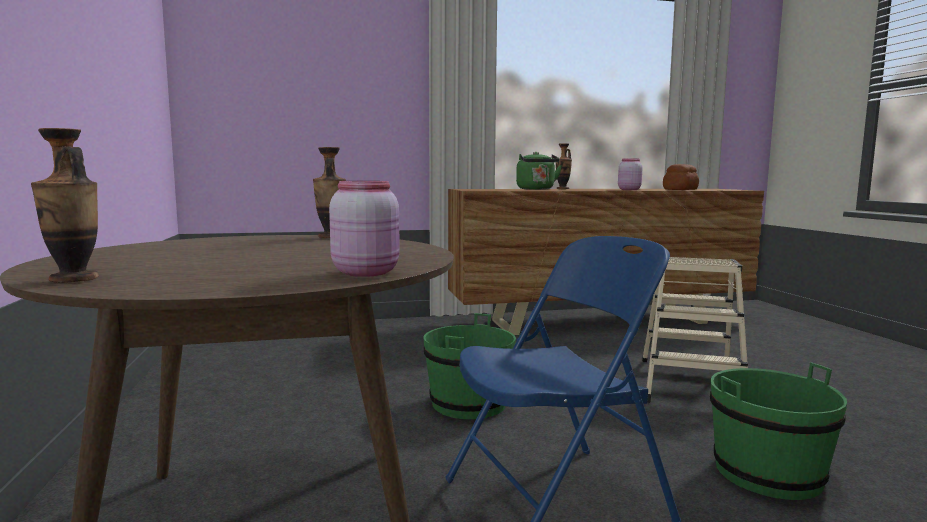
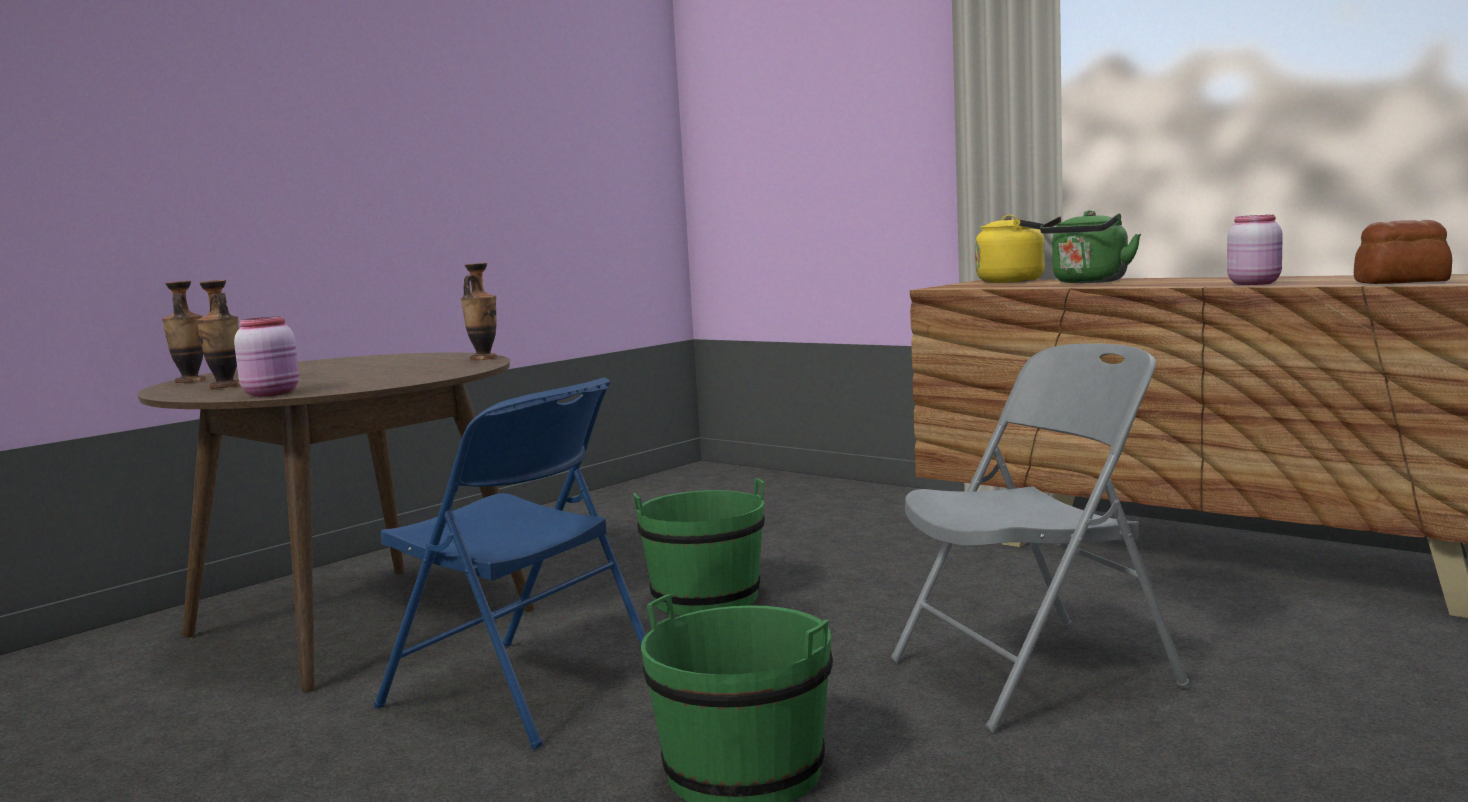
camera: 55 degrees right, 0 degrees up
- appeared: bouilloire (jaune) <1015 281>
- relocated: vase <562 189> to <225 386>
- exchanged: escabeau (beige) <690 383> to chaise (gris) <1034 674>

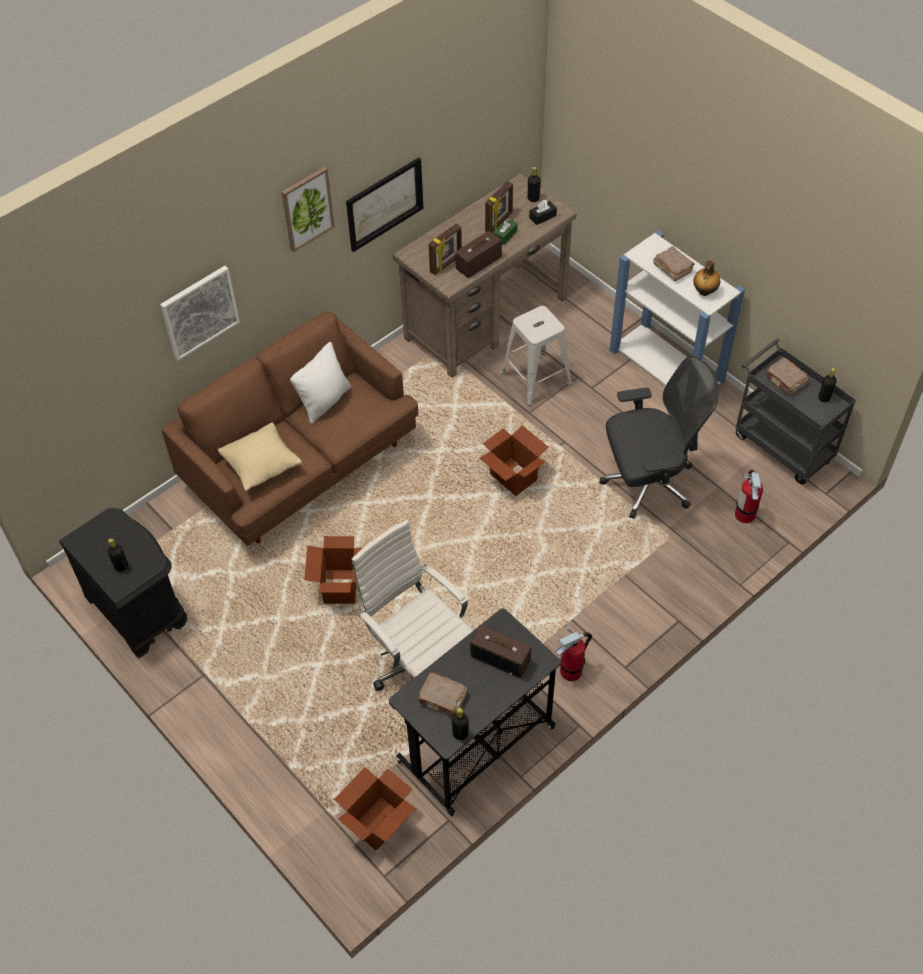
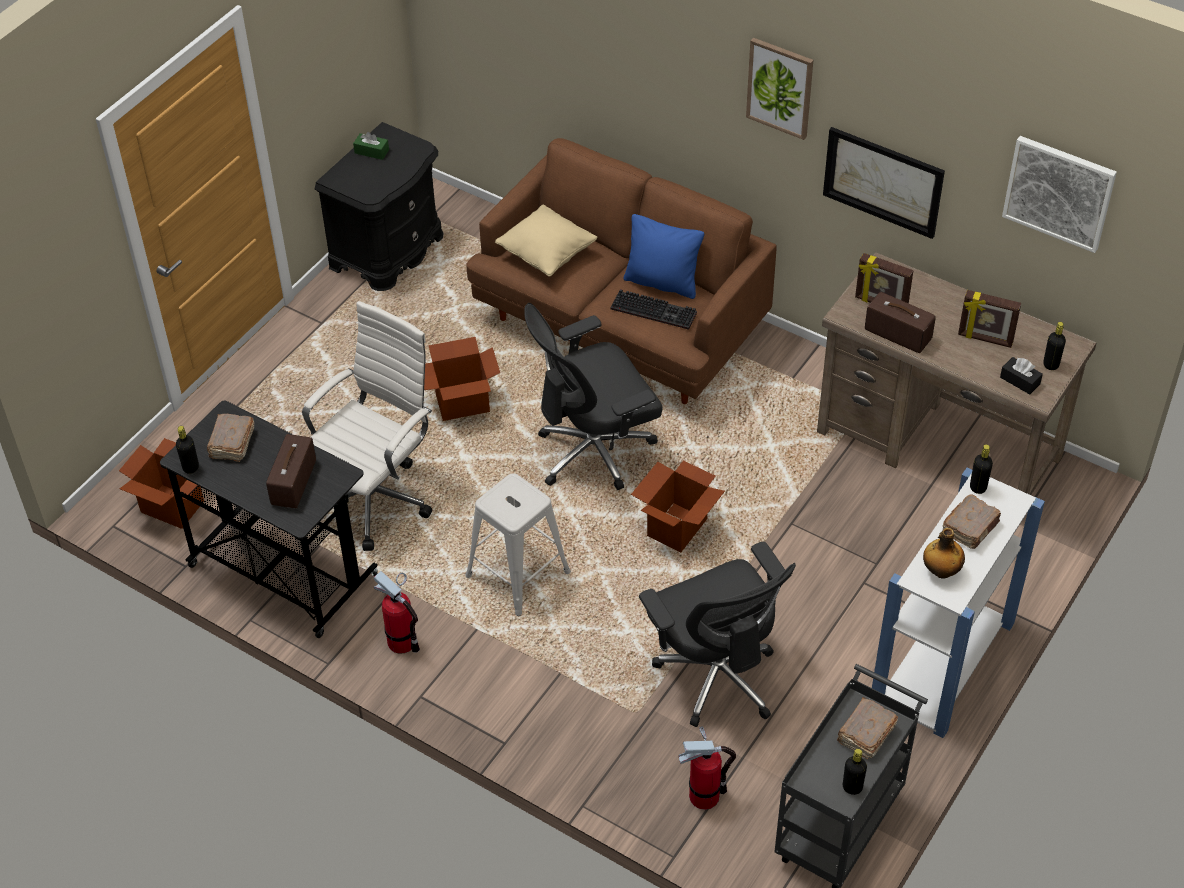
camera: 75 degrees right, 5 degrees down
- appeared: chaise de bureau <595 451>
- appeared: clavier <655 310>
- relocated: bouteille (noir) <121 566> to <978 487>
- relocated: tableau <199 312> to <1059 192>
- relocated: boîte à mouchoirs (vert) <505 235> to <371 151>
- relocated: tabouret (blanc) <536 378> to <517 574>
- colour: coussin (blanc) <324 401> to coussin (bleu) <662 282>

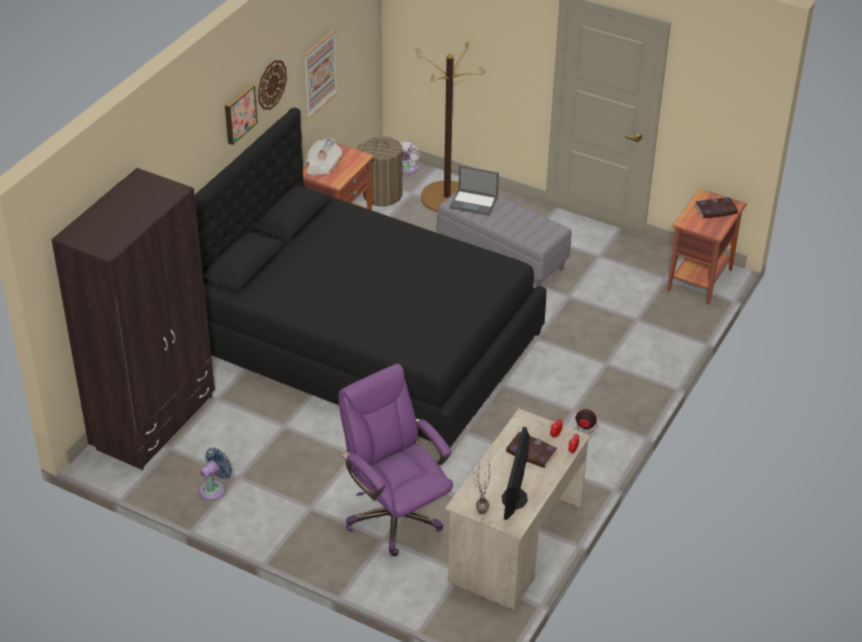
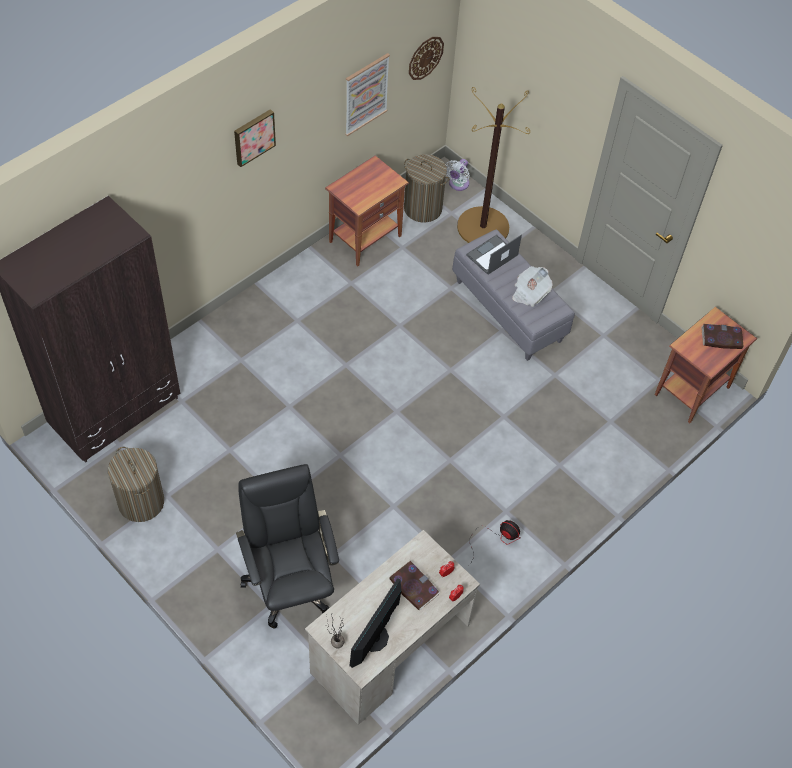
camera: 15 degrees right, 15 degrees up
- missing: lit (noir) <366 343>
- relocated: horloge murale <271 84> to <425 57>
- relocated: journal <322 166> to <529 293>
- exchanged: ventilateur (bleu) <214 488> to panier à linge <141 502>
- colour: chaise de bureau (violet) <396 519> to chaise de bureau (noir) <290 587>
- spun: ordinateur portable <474 202> = <491 255> 105 degrees clockwise

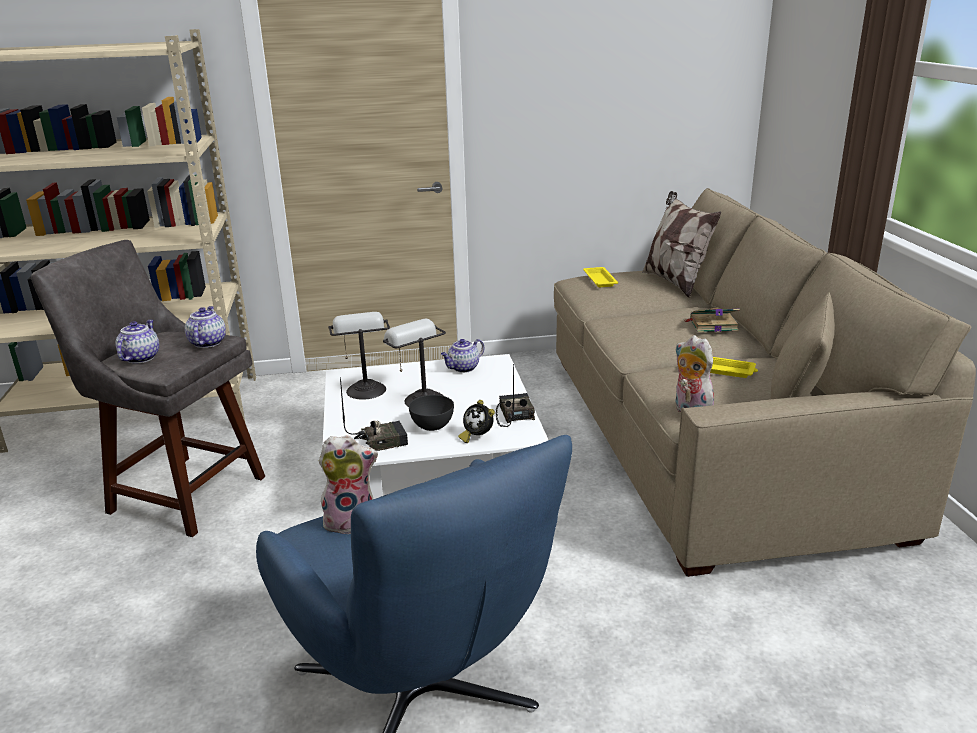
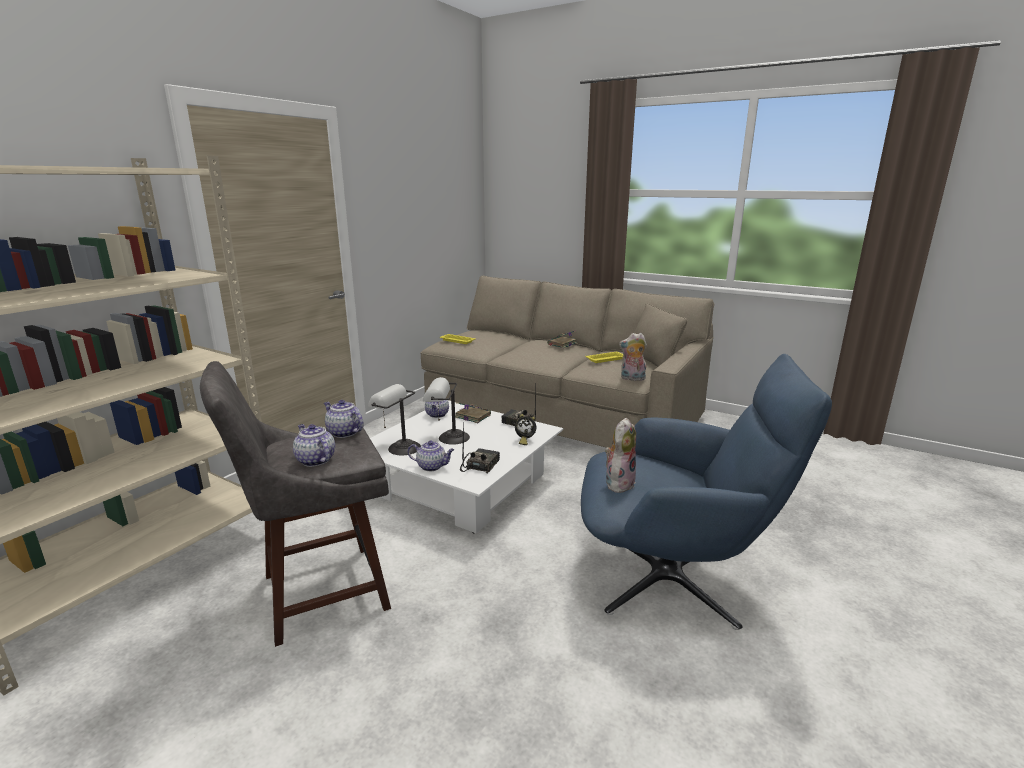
camera: 50 degrees left, 5 degrees down
- missing: bol (gris) <432 426>
- missing: coussin <675 282>
- appeared: théière <432 466>
- appeared: livre <472 416>

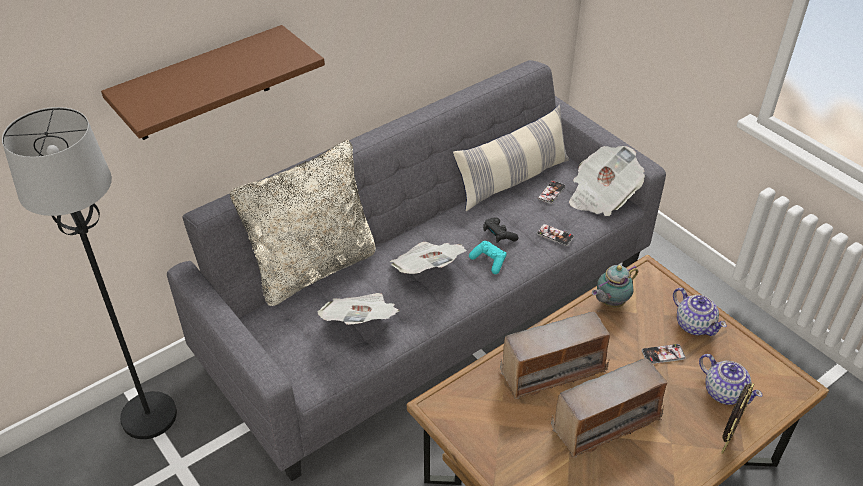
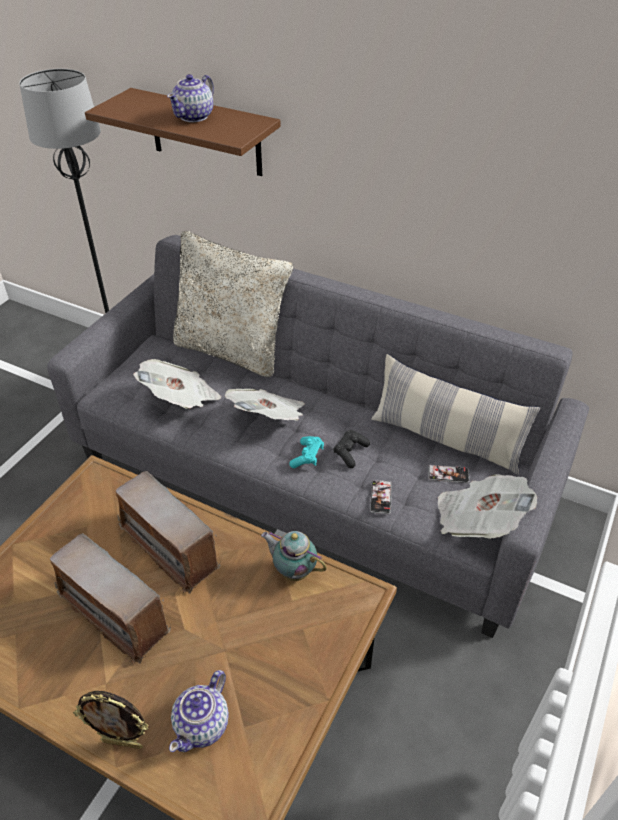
camera: 65 degrees right, 0 degrees up
- missing: téléphone <663 354>
- relocated: théière <694 324> to <194 116>

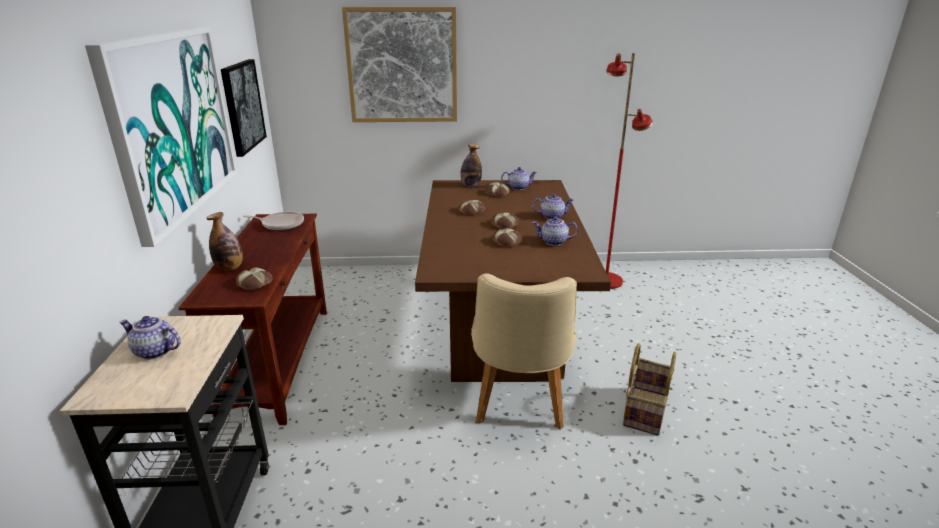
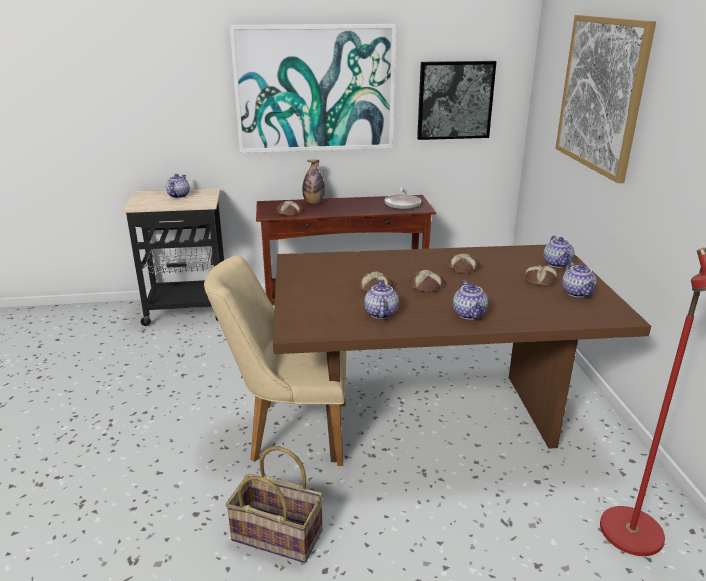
camera: 85 degrees right, 0 degrees up
- exchanged: bouteille <470 186> to théière <558 264>

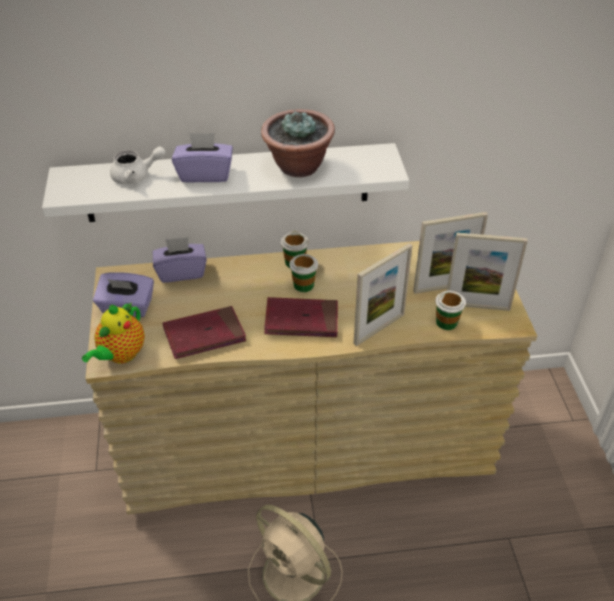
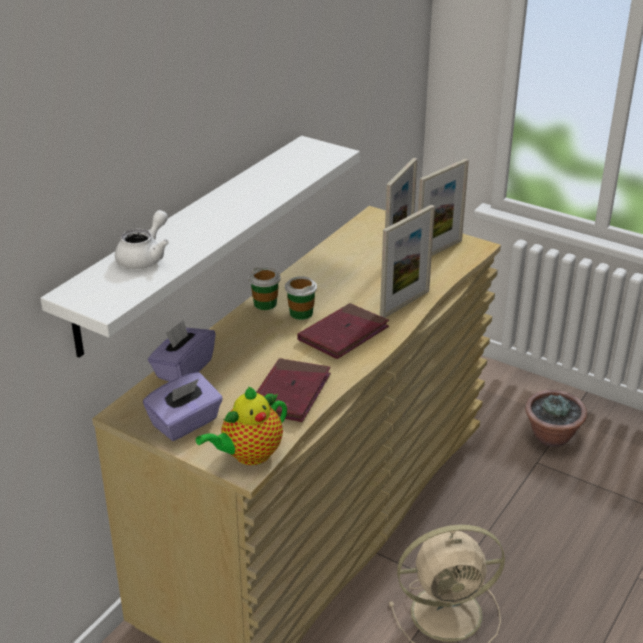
camera: 50 degrees left, 10 degrees down
- missing: boîte à mouchoirs (violet) <205 174>
- missing: tasse <446 322>
- relocated: plante en pot <298 167> to <551 437>
- spun: théière <120 355> = <248 455> 75 degrees clockwise
- spun: cadre photo <379 329> = <405 304> 45 degrees clockwise

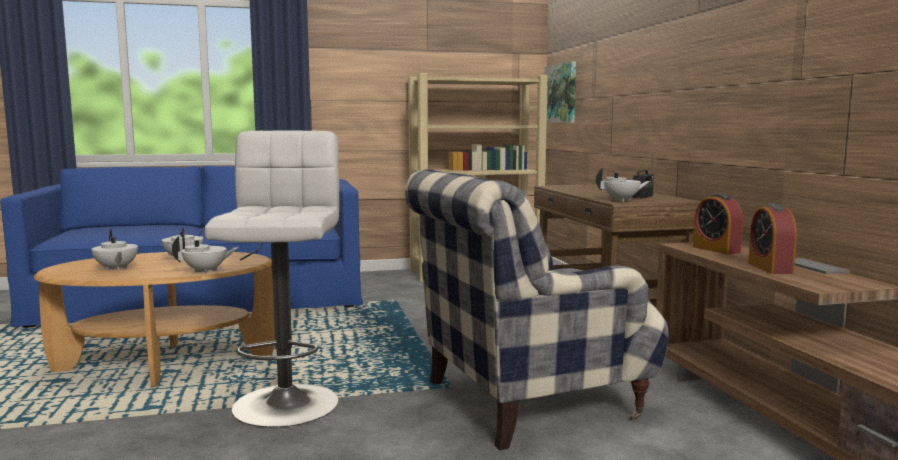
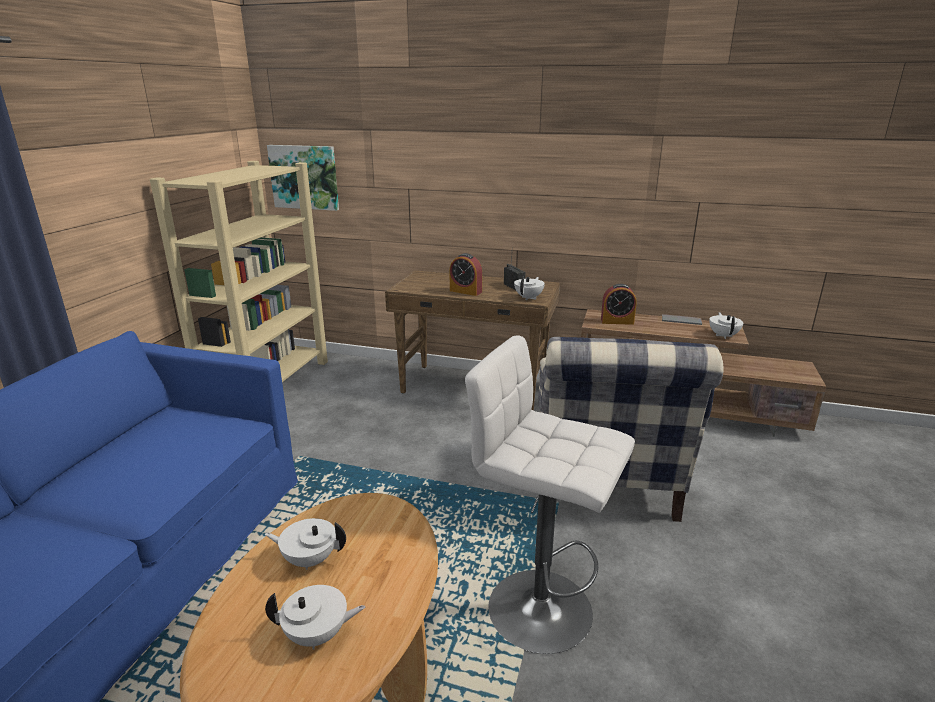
camera: 60 degrees left, 15 degrees up
- relocated: théière (blanc) <206 271> to <723 335>
- relocated: réveil <770 268> to <465 291>

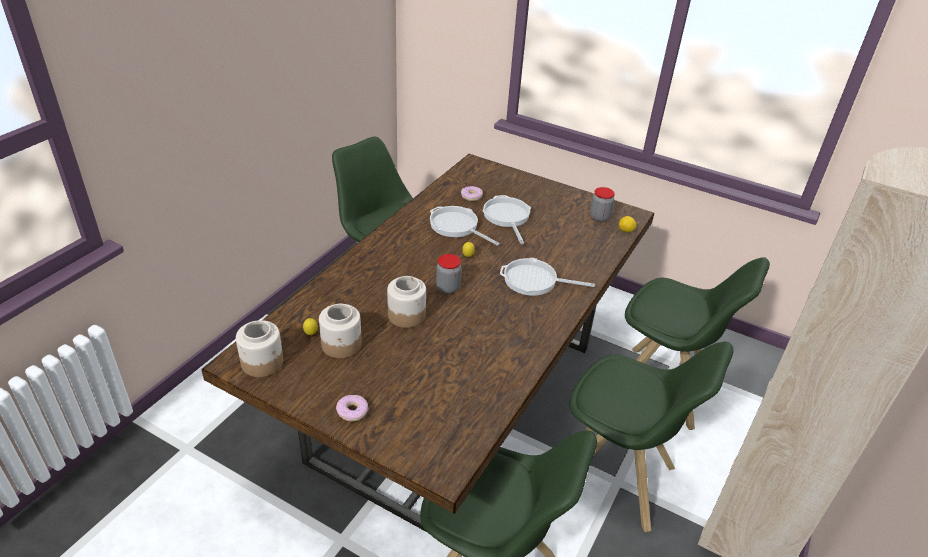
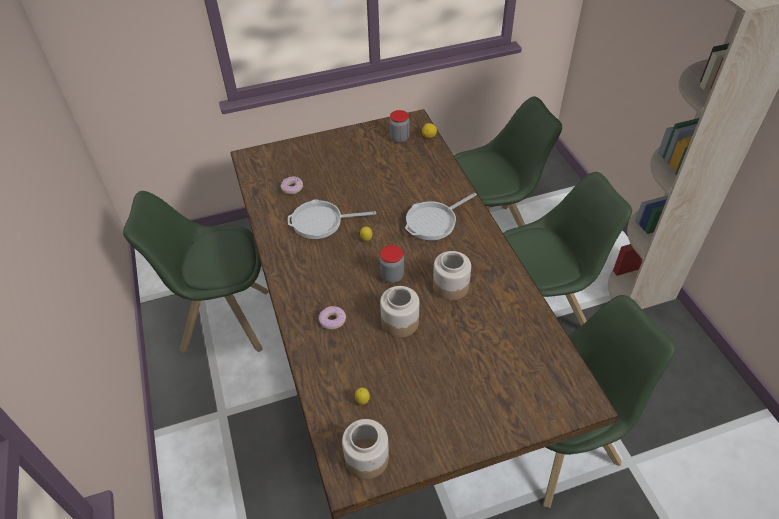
camera: 45 degrees left, 10 degrees up
- missing: poêle <507 217>
- relocated: bocal <342 345> to <451 286>
- relocated: beignet <352 411> to <332 320>

